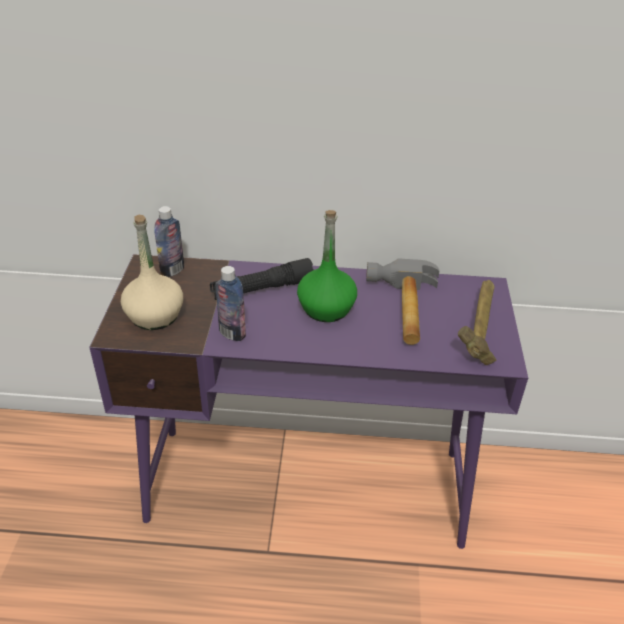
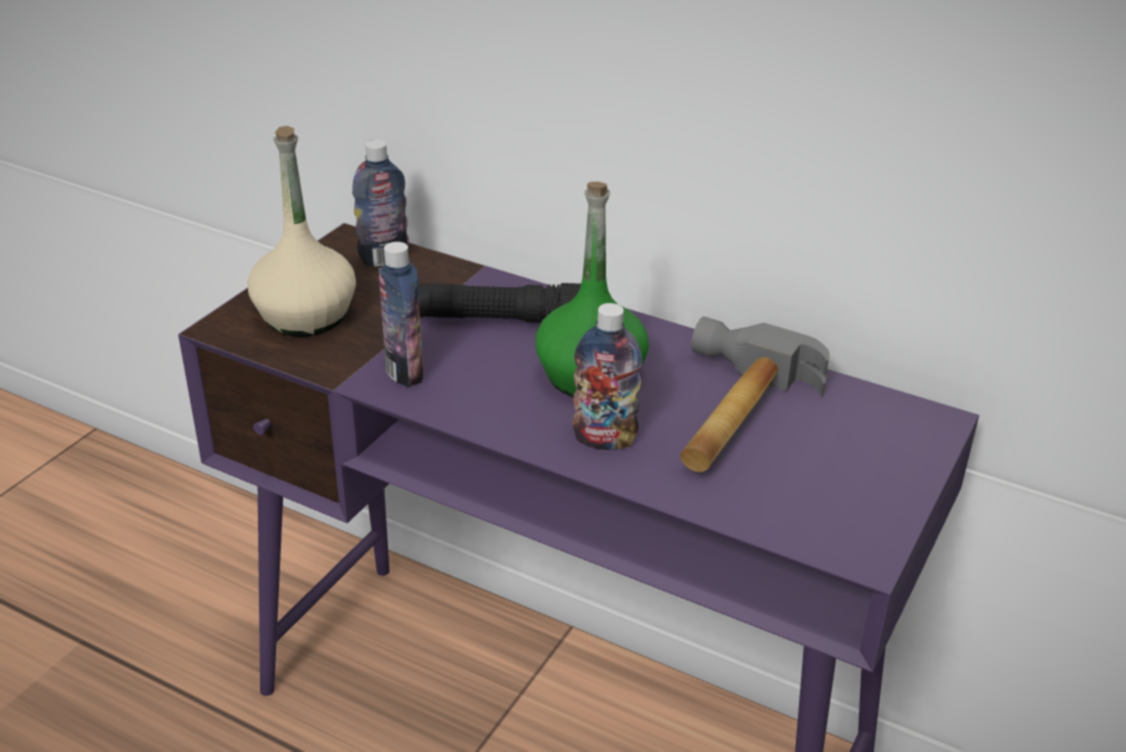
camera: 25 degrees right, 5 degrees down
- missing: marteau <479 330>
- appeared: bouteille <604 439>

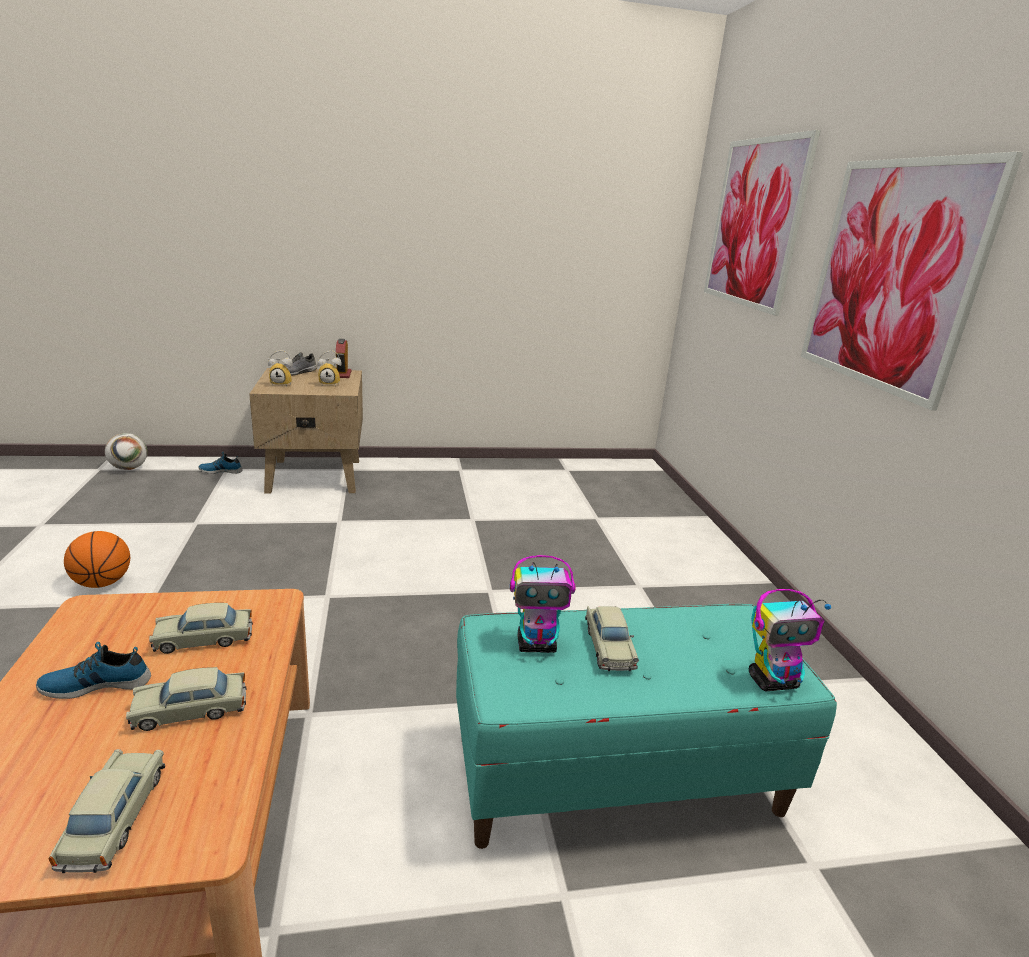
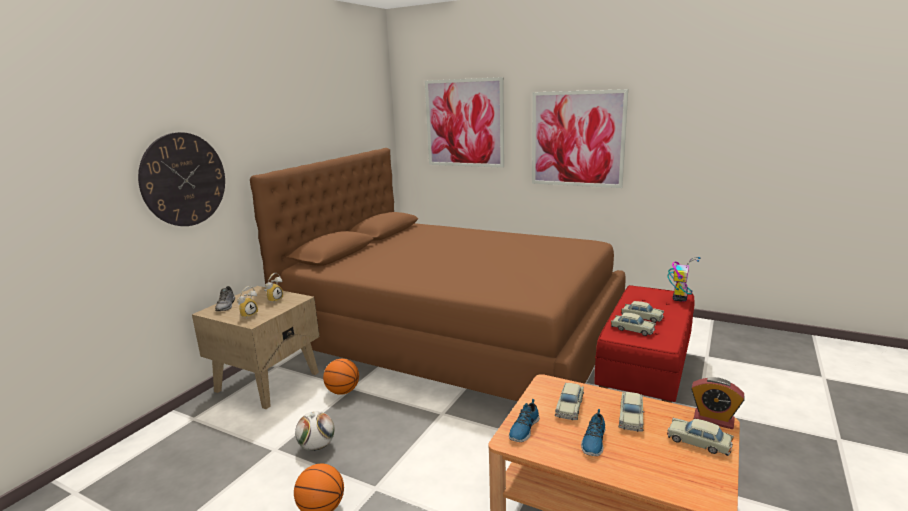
camera: 50 degrees left, 5 degrees down
- appeared: horloge murale <184 179>
- appeared: lit (marron) <454 336>
- appeared: ballon de basket <343 391>
- relocated: ballon de foot <129 468> to <317 446>
- relocated: chaussure <221 471> to <523 429>
- relocated: réveil <342 374> to <713 419>
- exchanged: robot jouet <537 645> to petite voiture (beige) <632 329>
- colour: banc (turquoise) <616 773> to banc (rouge) <644 375>

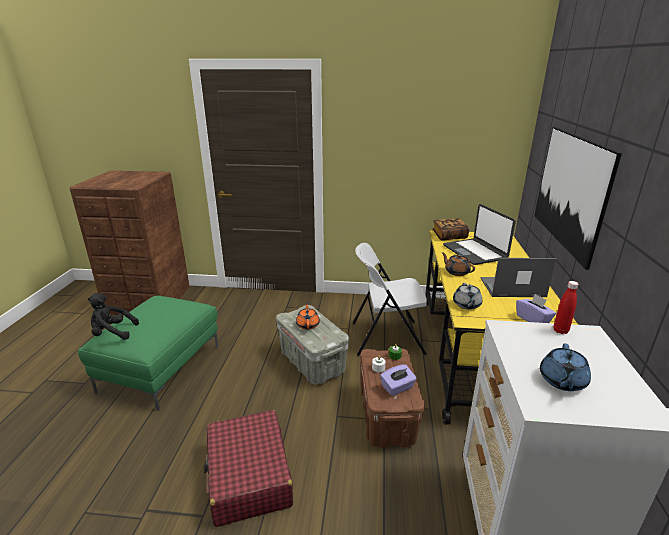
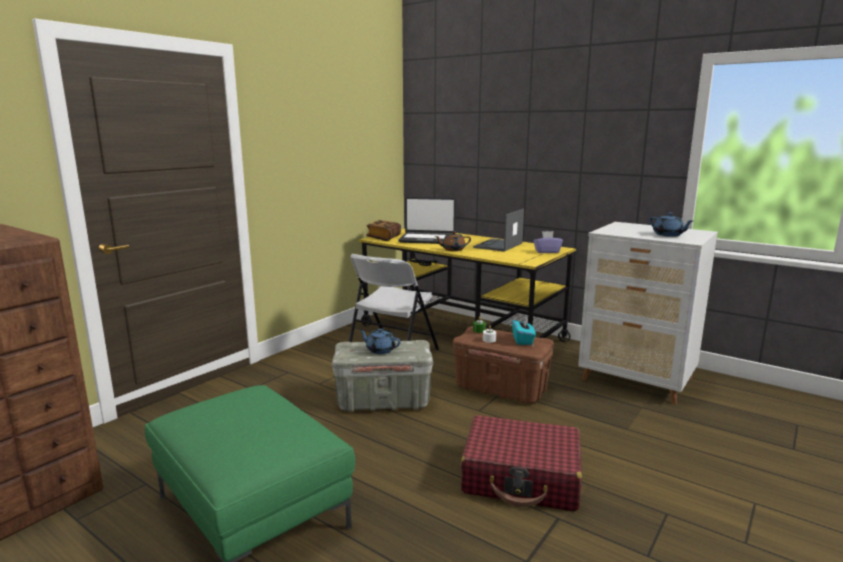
camera: 60 degrees left, 10 degrees down
- missing: peluche (noir) <112 333>
- missing: théière (gris) <466 305>
- missing: tableau <570 191>
- missing: bouteille (rouge) <560 331>
- colour: théière (orange) <307 324> to théière (bleu) <380 350>
- colour: boîte à mouchoirs (violet) <397 388> to boîte à mouchoirs (turquoise) <523 340>

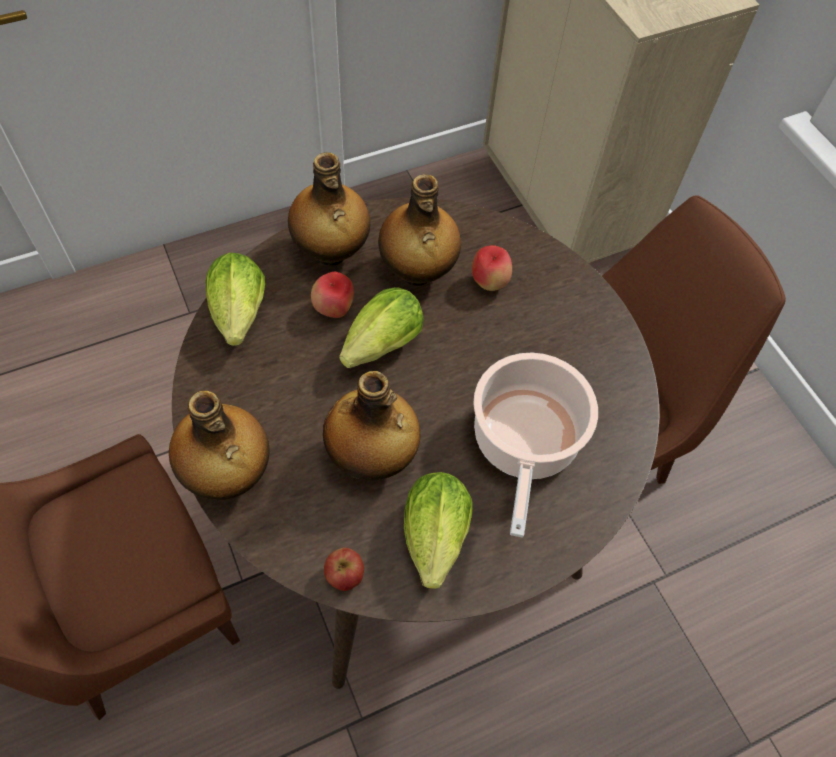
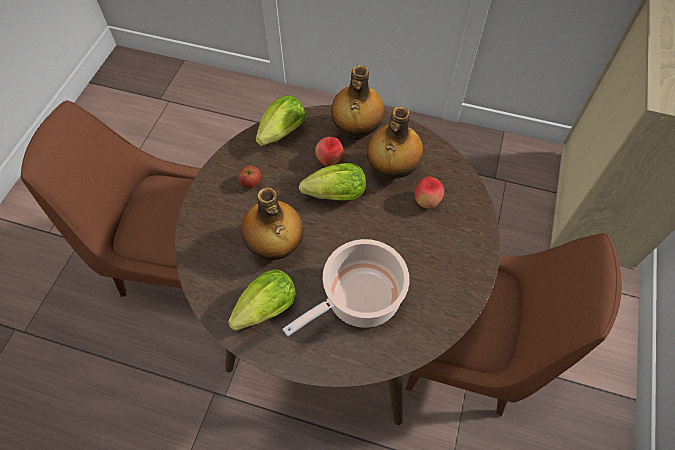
camera: 45 degrees right, 0 degrees up
- missing: bouteille <227 475>
- relocated: pomme <345 575> to <251 183>

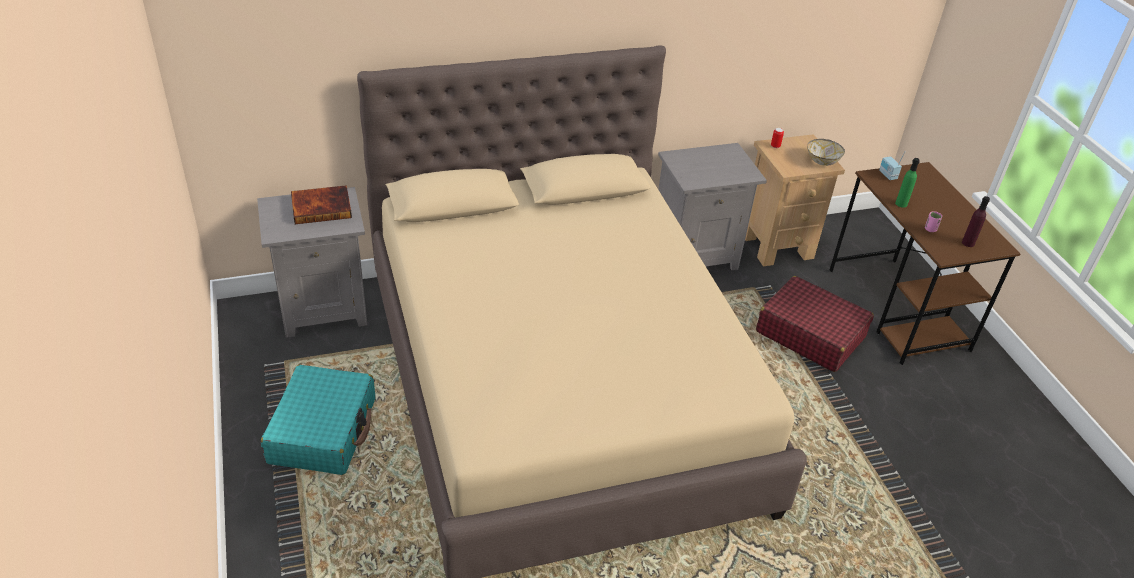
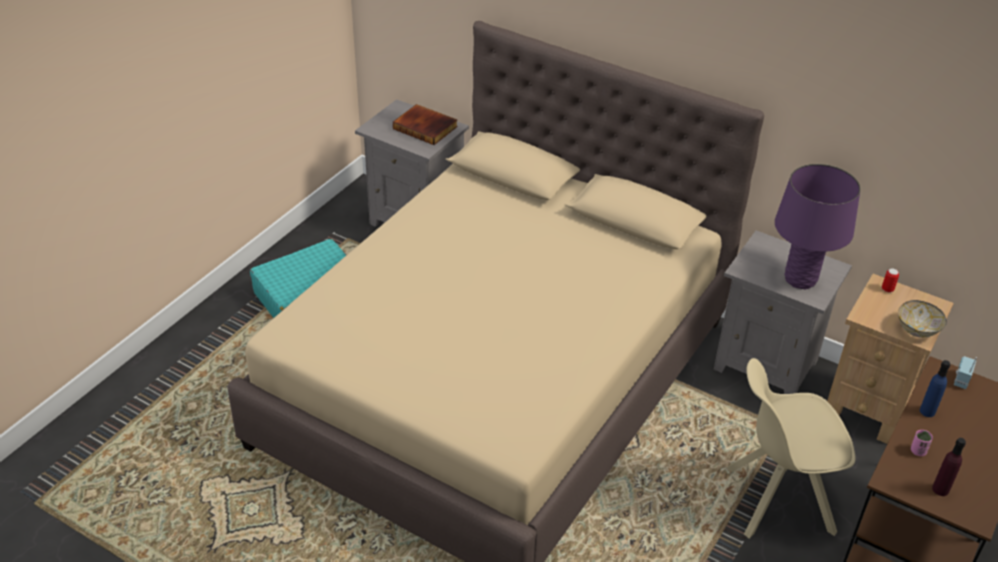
camera: 50 degrees right, 0 degrees up
- appeared: lampe de table (violet) <800 279>
- exchanged: valise (rouge) <810 334> to chaise (beige) <777 499>
- colour: bouteille (vert) <901 204> to bouteille (bleu) <927 411>

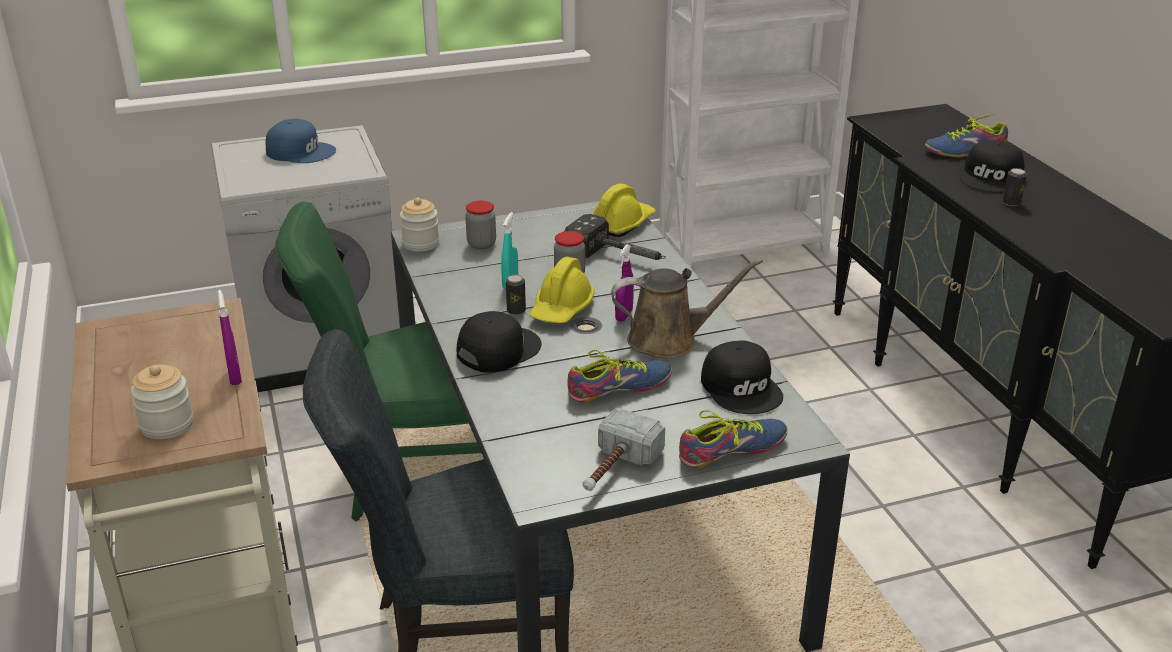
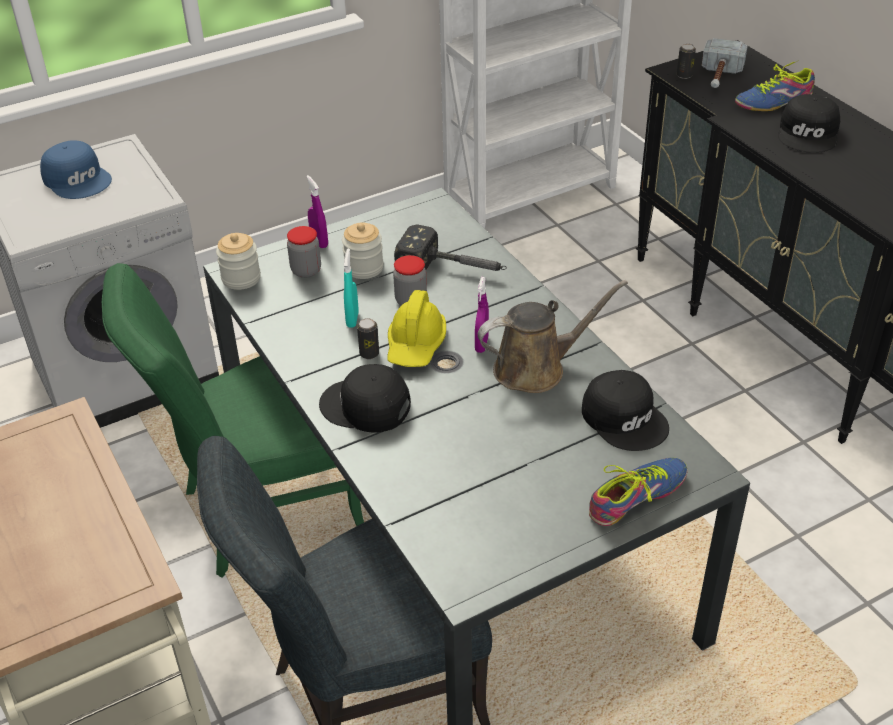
camera: 10 degrees left, 10 degrees up
- missing: chaussure <618 387>
- missing: casque de chantier (jaune) <622 224>
- relocated: bocal <167 425> to <364 268>
- relocated: vaporisateur (violet) <235 377> to <319 242>
- relocated: marteau <614 469> to <719 77>
- relocated: boîte métallique <1011 203> to <684 75>
- spun: casquette (bleu) <301 151> = <78 179> 45 degrees clockwise
- spun: casquette (noir) <497 350> = <365 407> 105 degrees counterclockwise

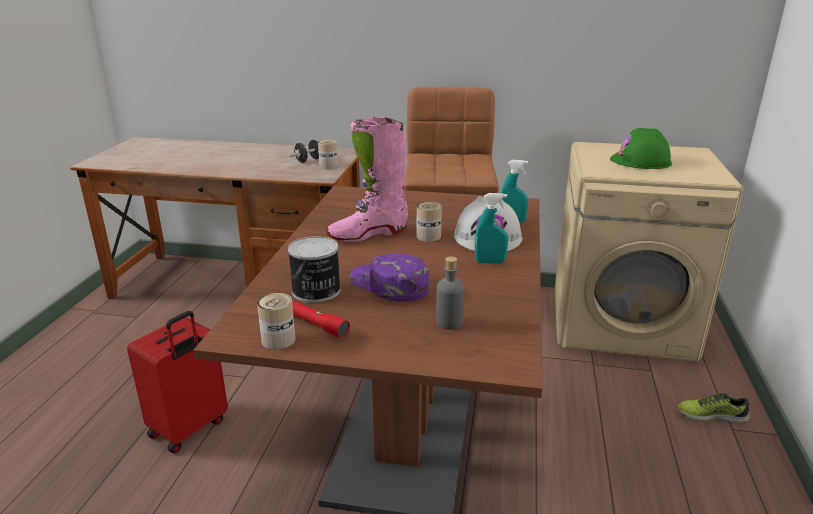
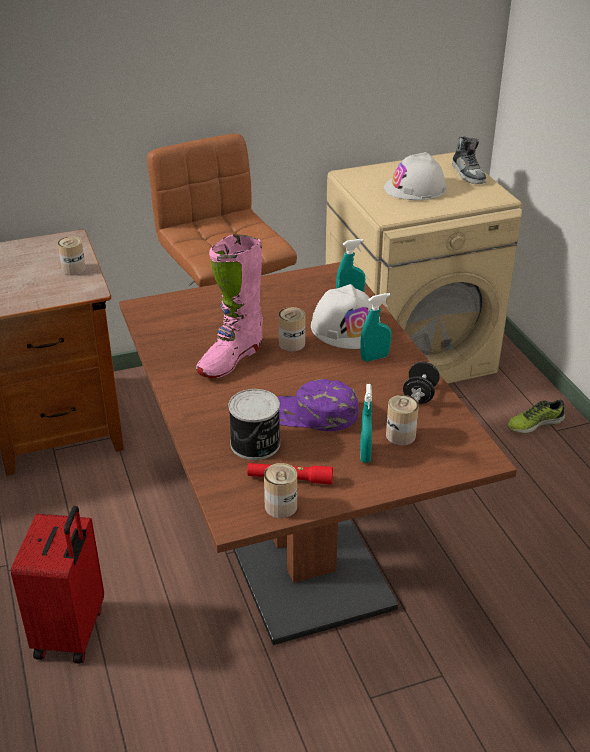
camera: 30 degrees left, 10 degrees up
- appeared: vaporisateur (turquoise) <365 454>
- appeared: chaussure <468 174>
- relocated: haltère (noir) <308 160> to <420 395>
- exchanged: bouteille (gris) <449 322> to boîte métallique <400 435>
- colour: casque de chantier (vert) <640 161> to casque de chantier (blanc) <415 188>

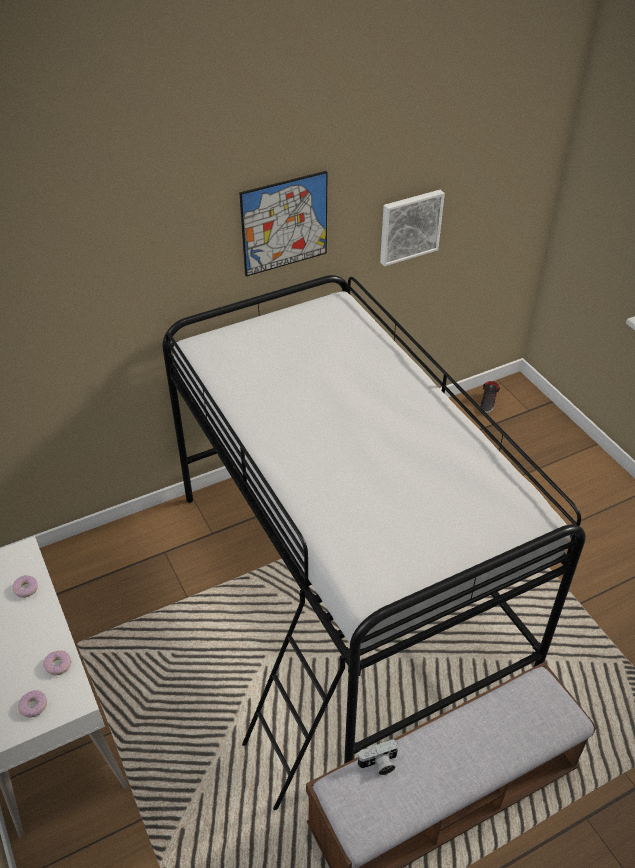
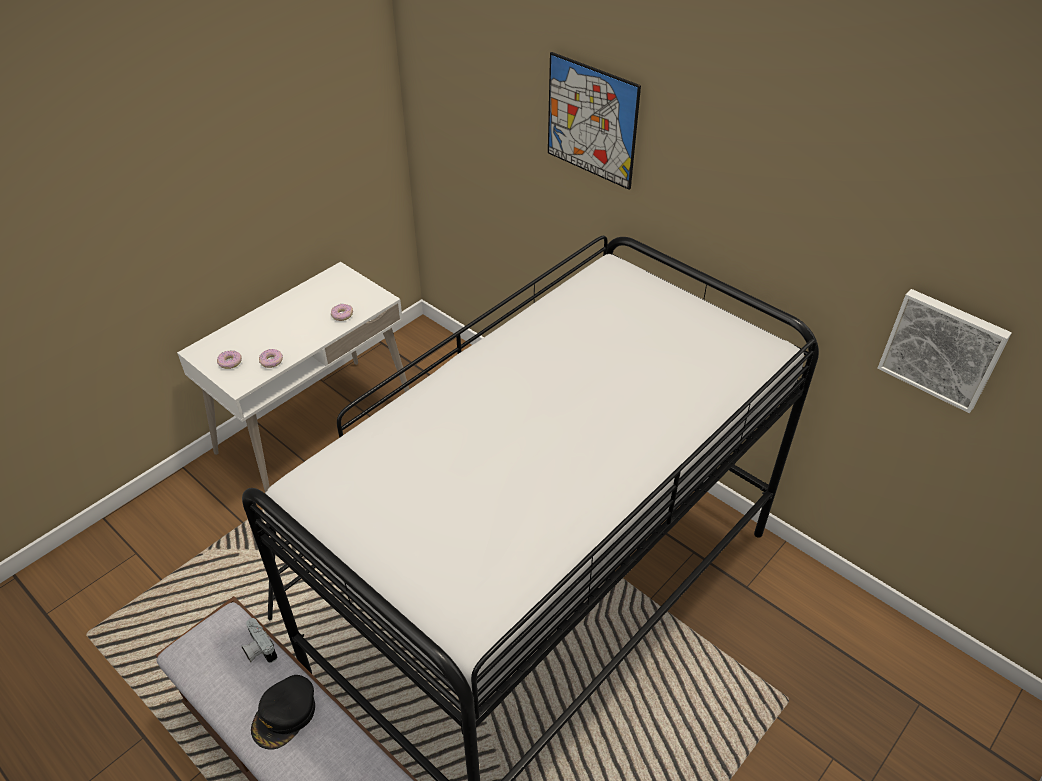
camera: 70 degrees right, 0 degrees up
- missing: chaussure (noir) <488 402>
- appeared: casquette (noir) <285 715>
- relocated: tableau <284 224> to <591 121>

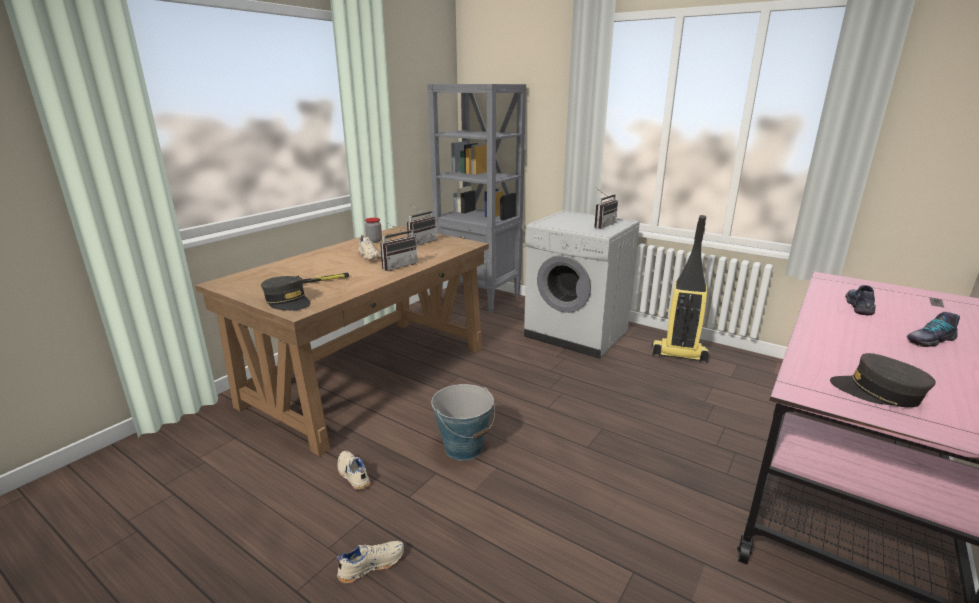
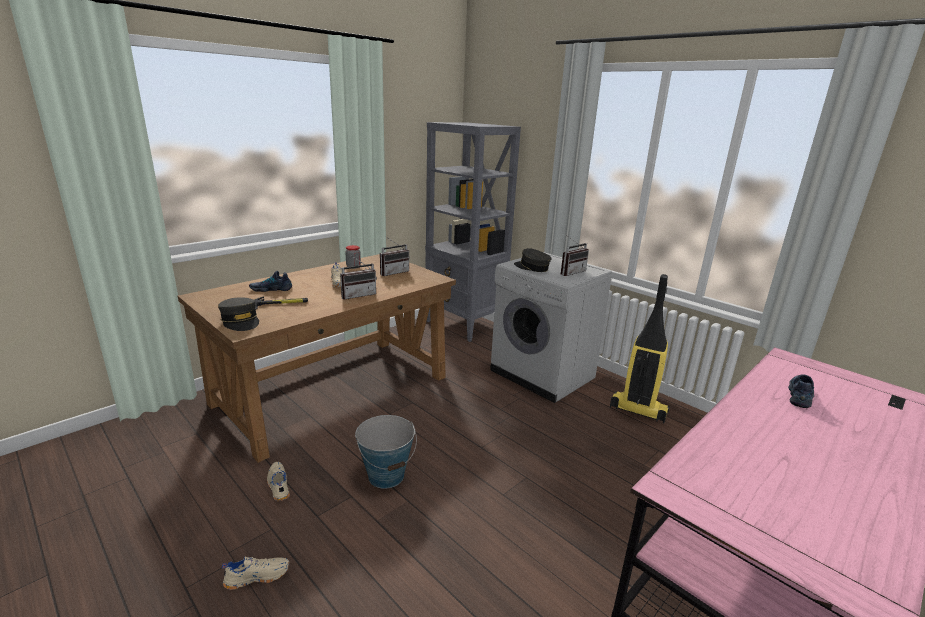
camera: 10 degrees right, 0 degrees up
- relocated: casquette (gris) <878 392> to <532 267>
- relocated: chaussure <929 340> to <271 289>

